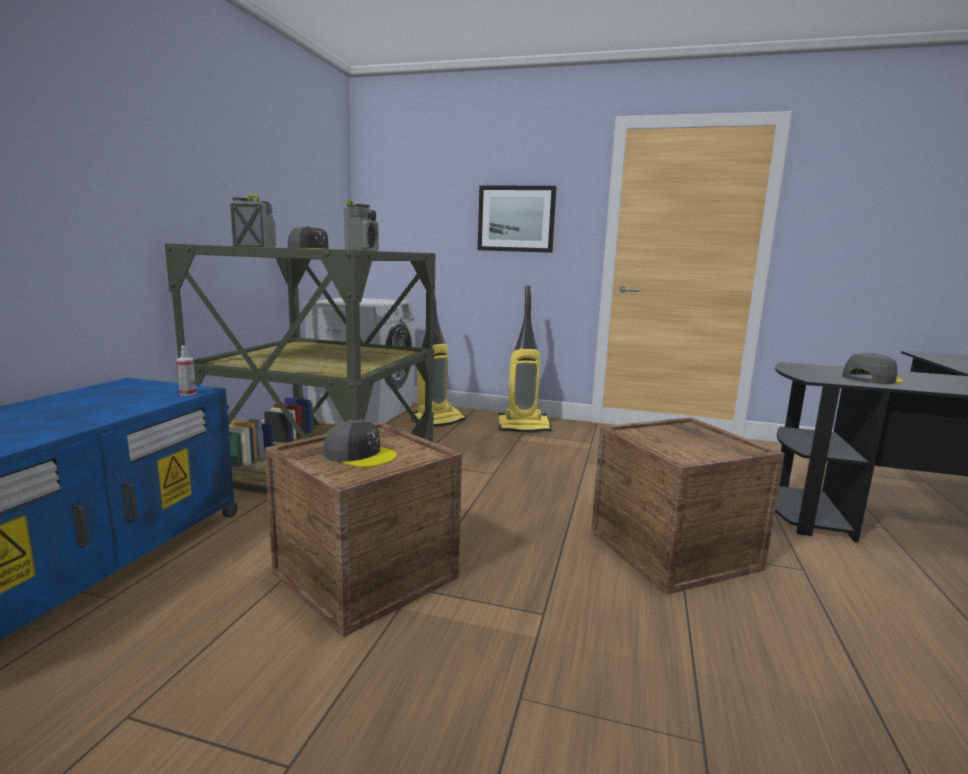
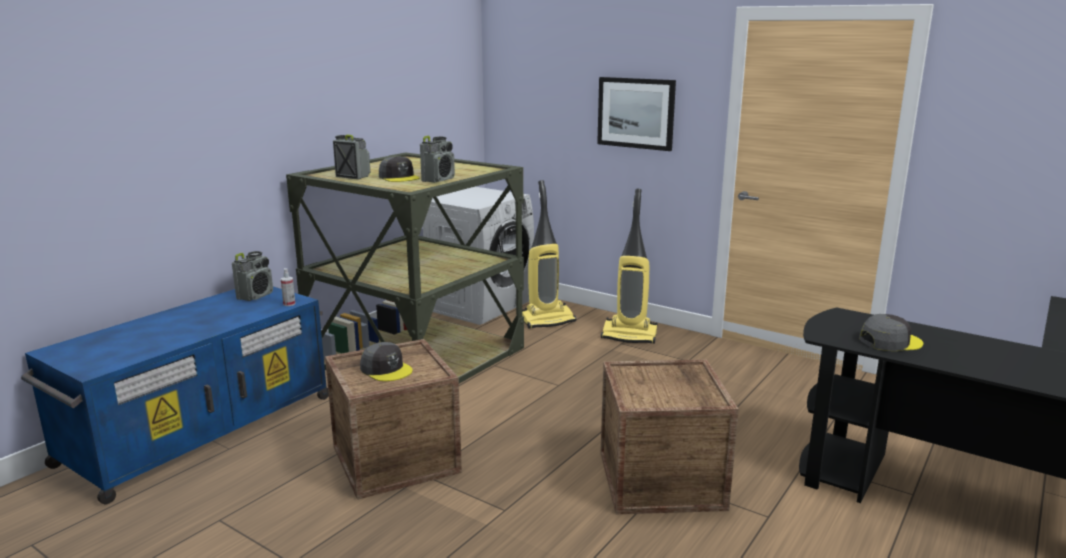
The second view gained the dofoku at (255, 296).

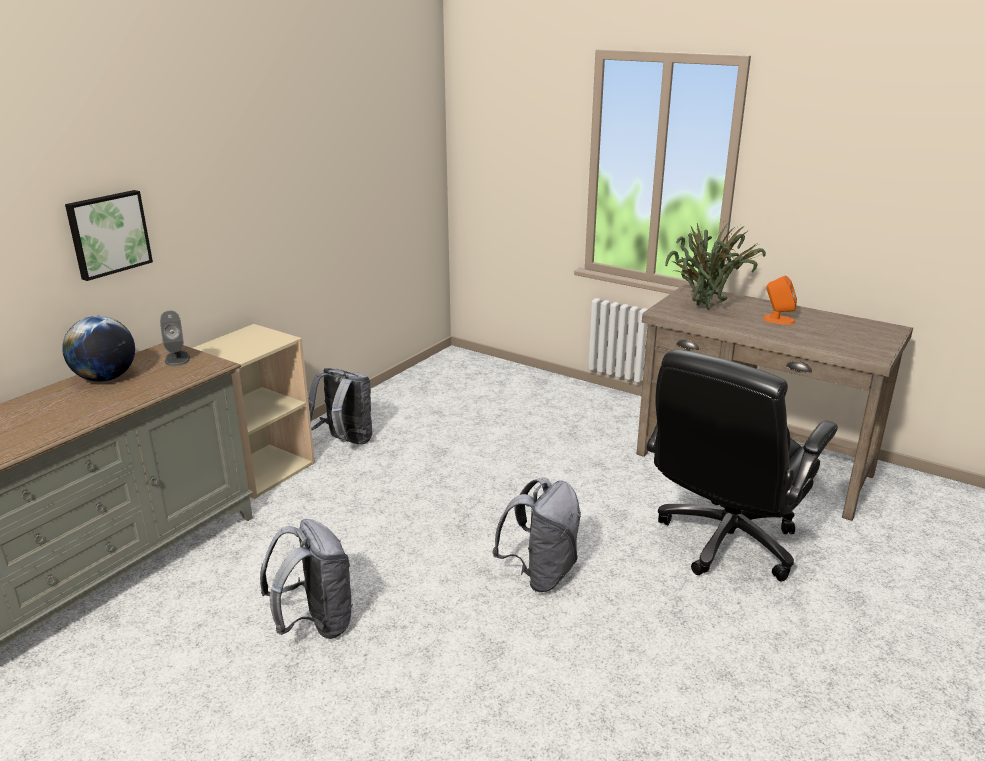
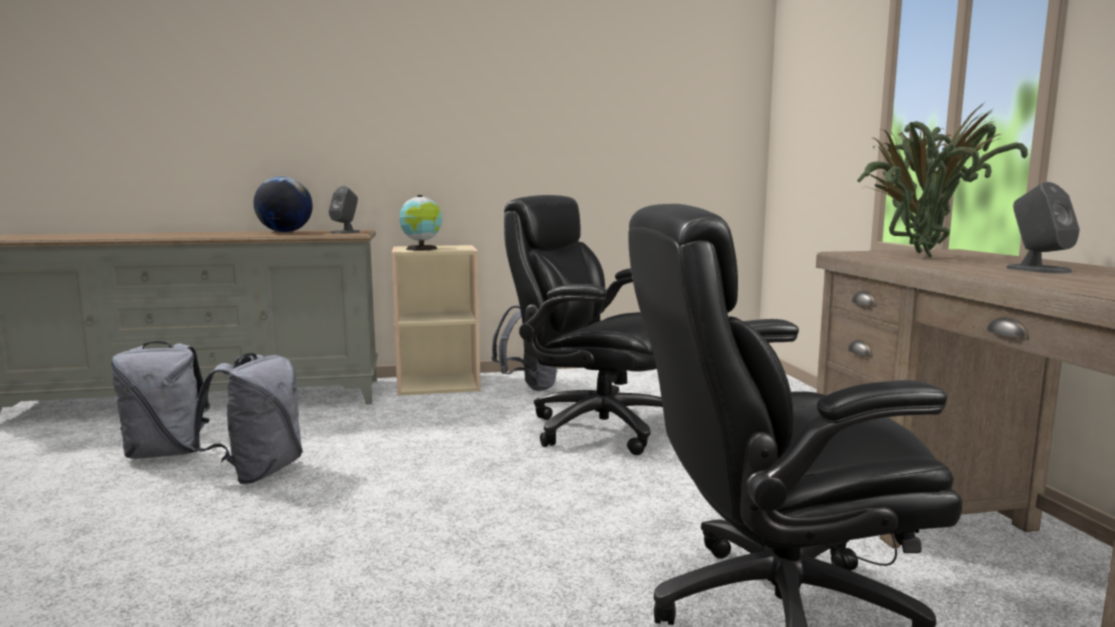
The second view lost the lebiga at (108, 234).
The second view gained the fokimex at (422, 249).
The second view gained the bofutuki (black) at (596, 427).
The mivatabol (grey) ended up elsewhere, having gone from (541, 574) to (167, 453).
What was the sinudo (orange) at (778, 320) turned into the sinudo (grey) at (1037, 269).

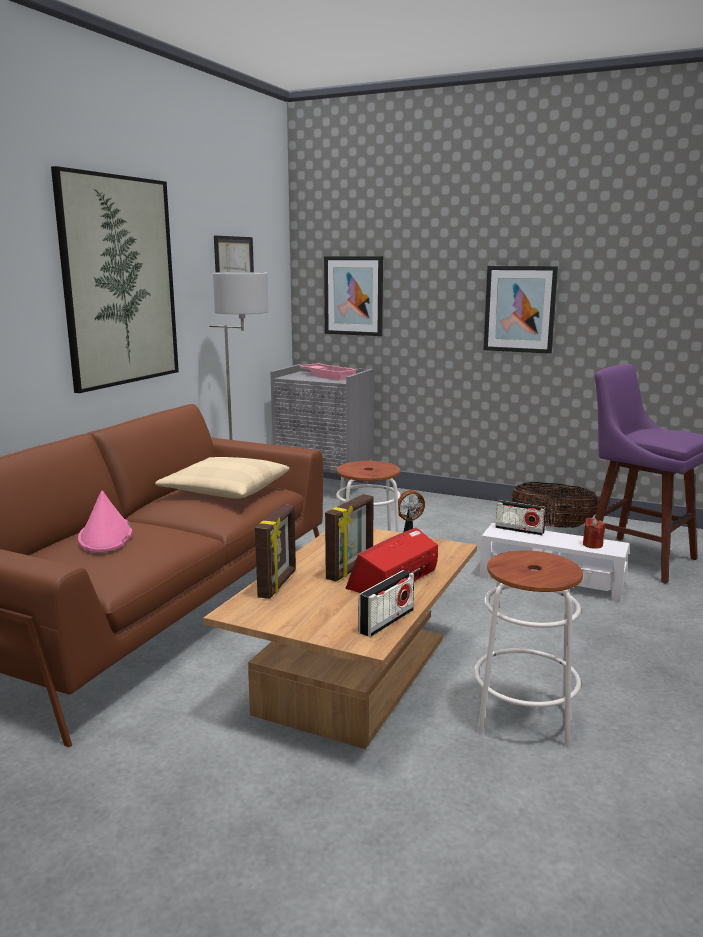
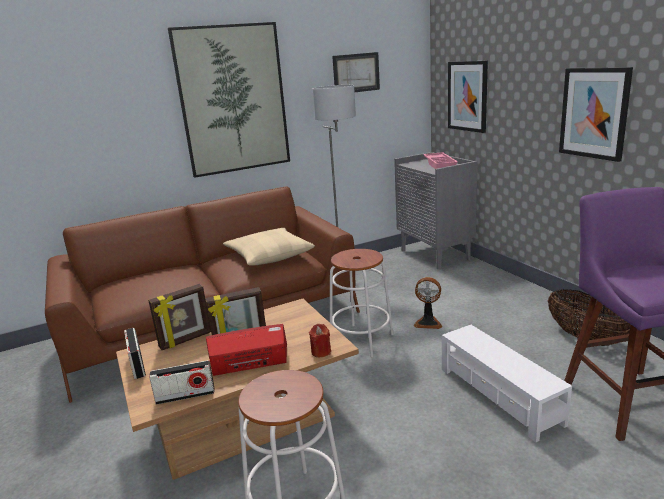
The second view lost the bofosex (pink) at (106, 537).
The dofoku ended up elsewhere, having gone from (519, 530) to (137, 365).
The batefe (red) ended up elsewhere, having gone from (592, 545) to (321, 352).

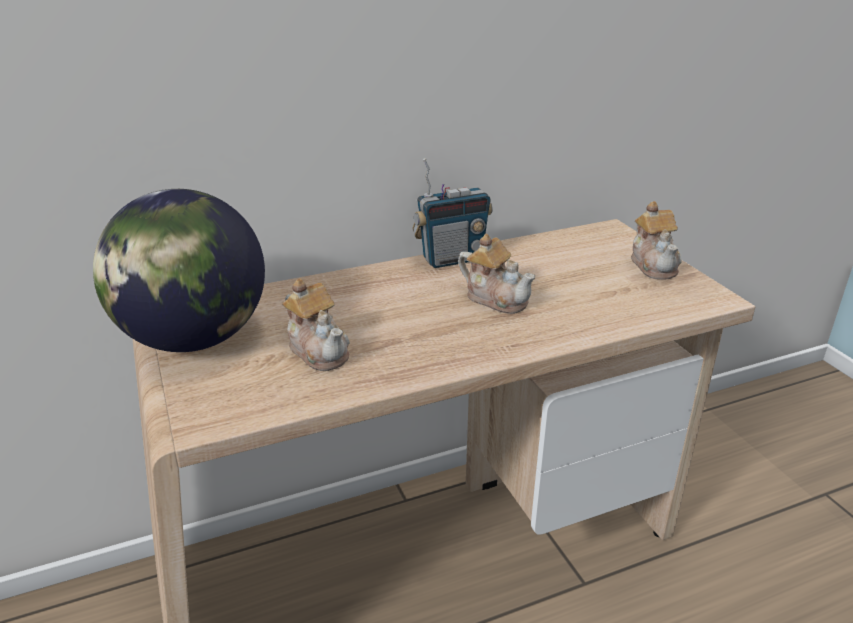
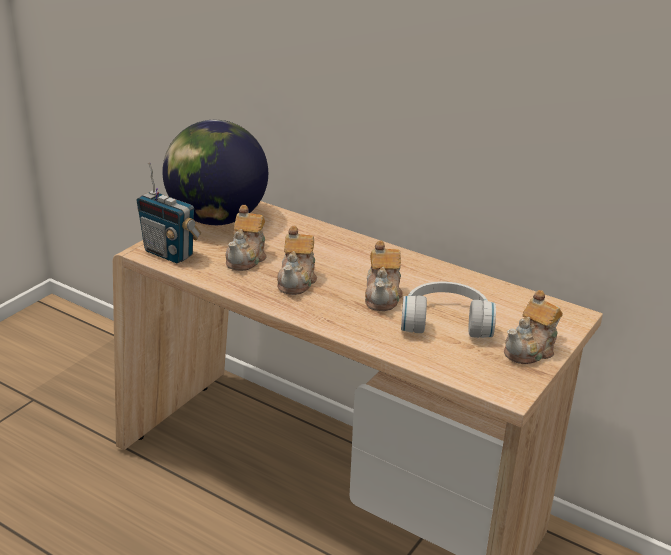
The second view gained the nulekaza at (297, 280).
The second view gained the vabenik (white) at (446, 321).
The dofoku ended up elsewhere, having gone from (452, 259) to (169, 253).

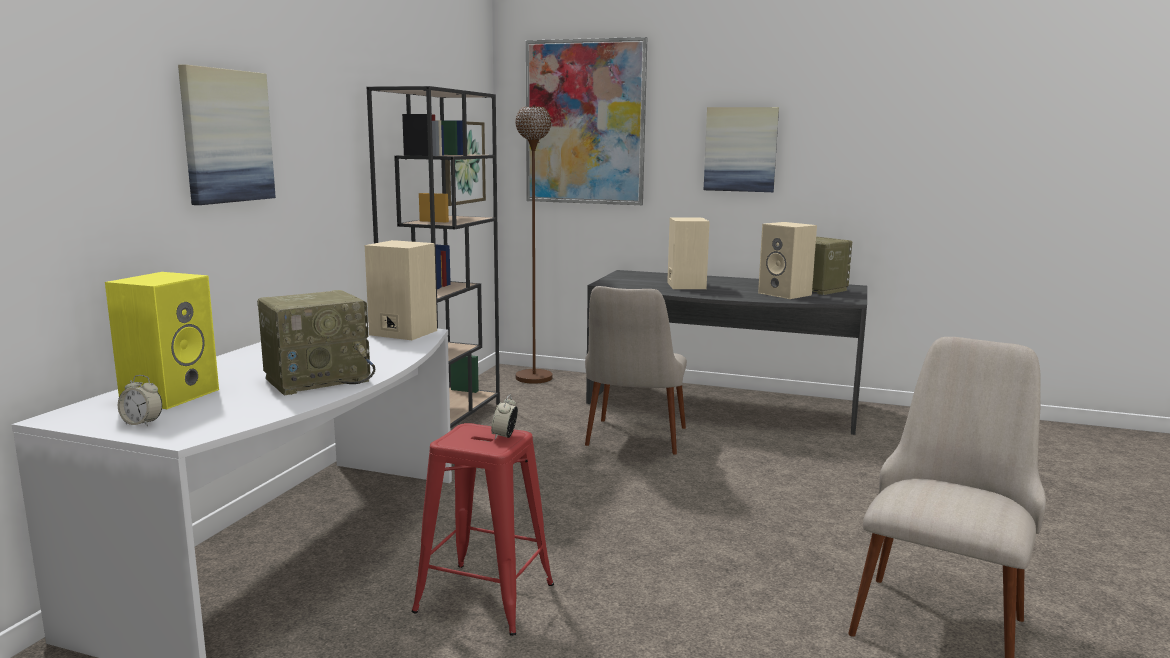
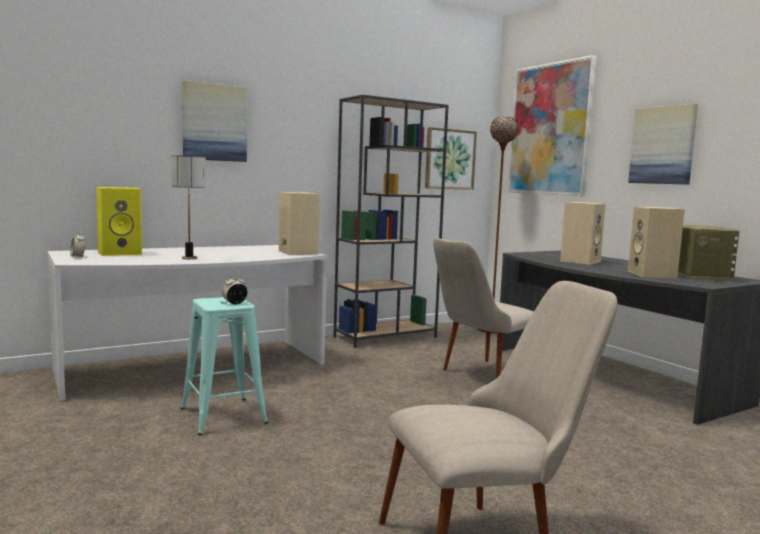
Where the dofoku stood at (318, 379), the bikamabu came to stand at (189, 258).
What was the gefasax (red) at (485, 598) turned into the gefasax (turquoise) at (223, 415).

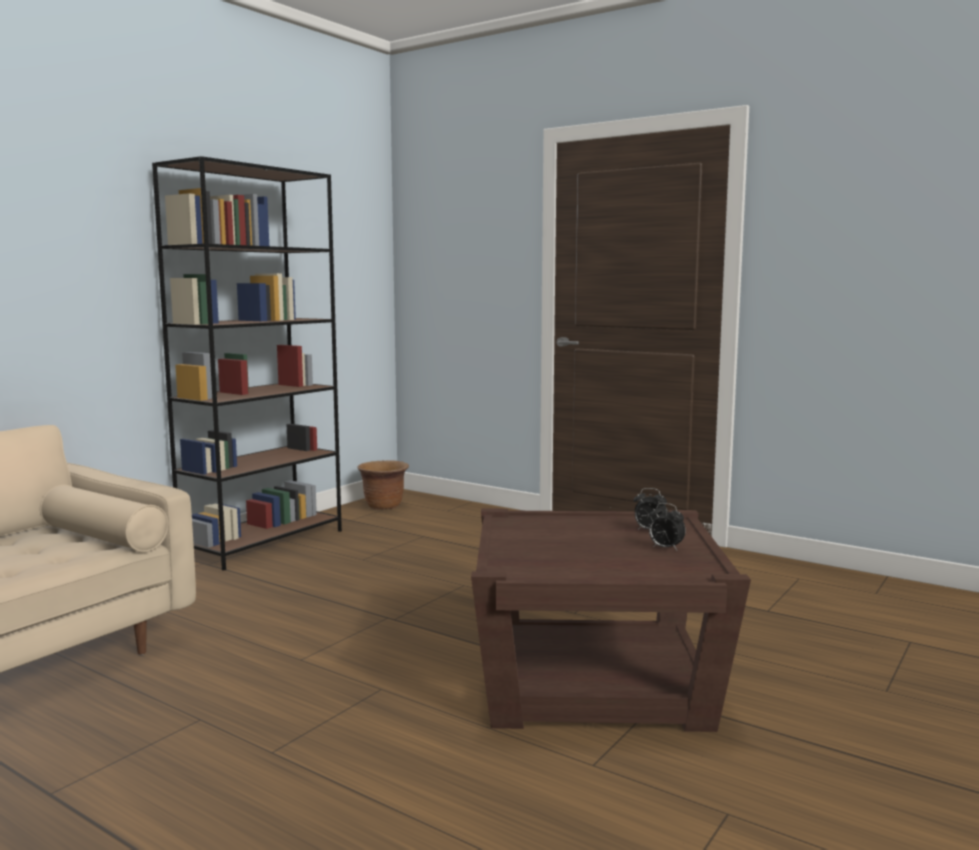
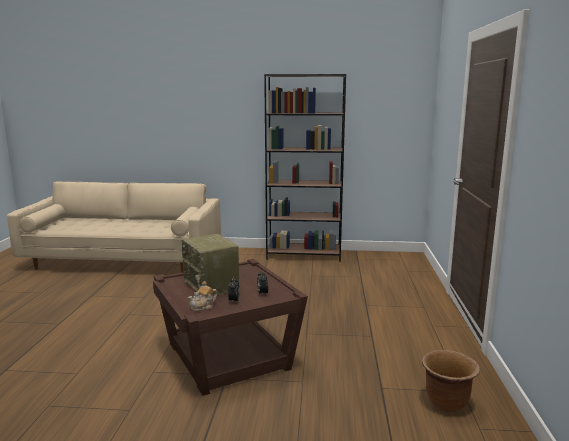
The second view gained the dofoku at (212, 286).
The second view gained the nulekaza at (203, 307).
The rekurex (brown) ended up elsewhere, having gone from (384, 506) to (447, 403).

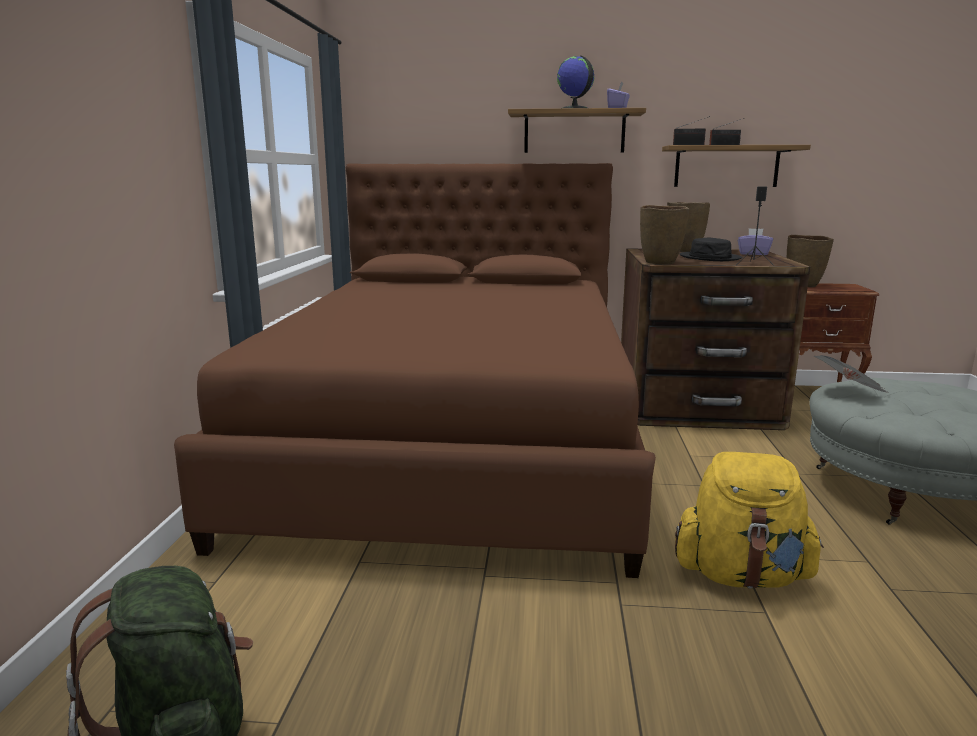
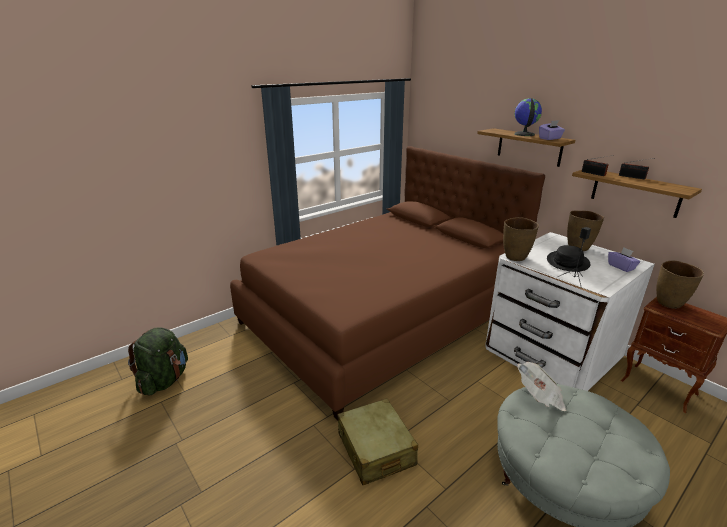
Where the mivatabol (yellow) stood at (742, 576), the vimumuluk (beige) came to stand at (375, 449).
What was the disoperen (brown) at (697, 404) turned into the disoperen (white) at (552, 352).

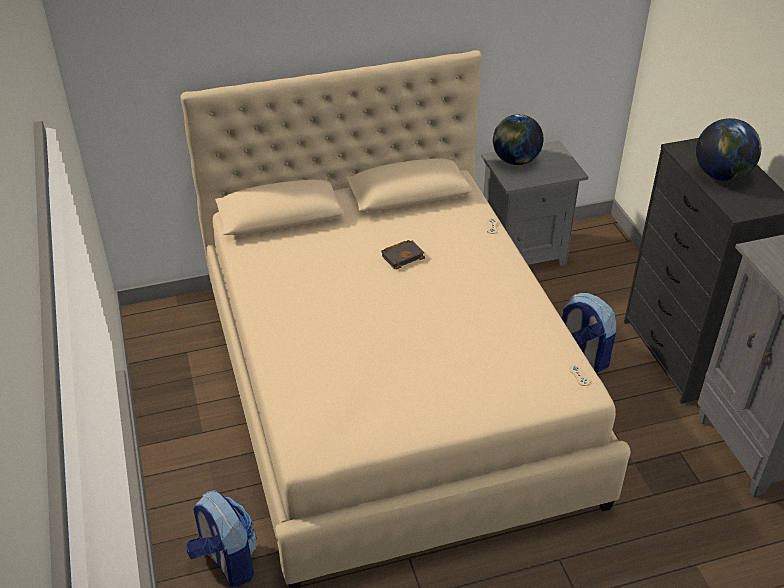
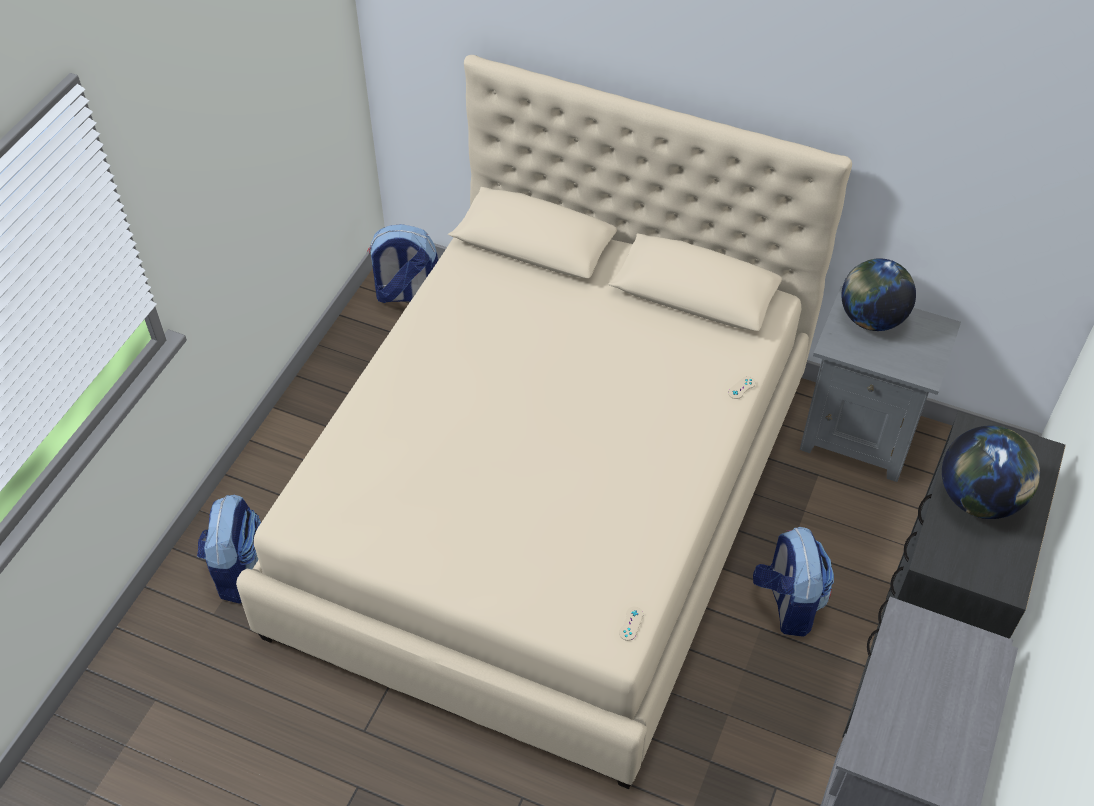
The second view lost the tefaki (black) at (403, 256).
The second view gained the mivatabol at (406, 295).

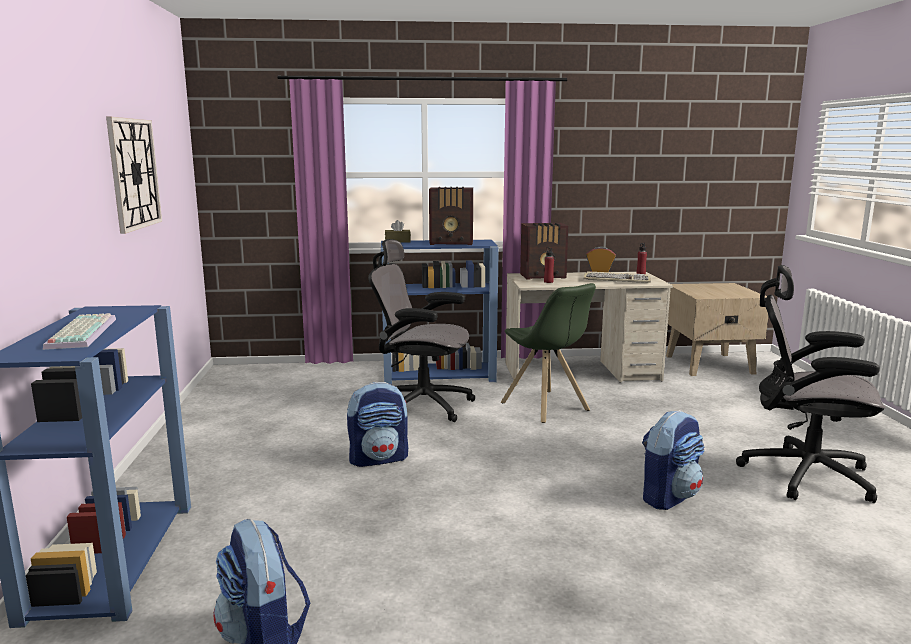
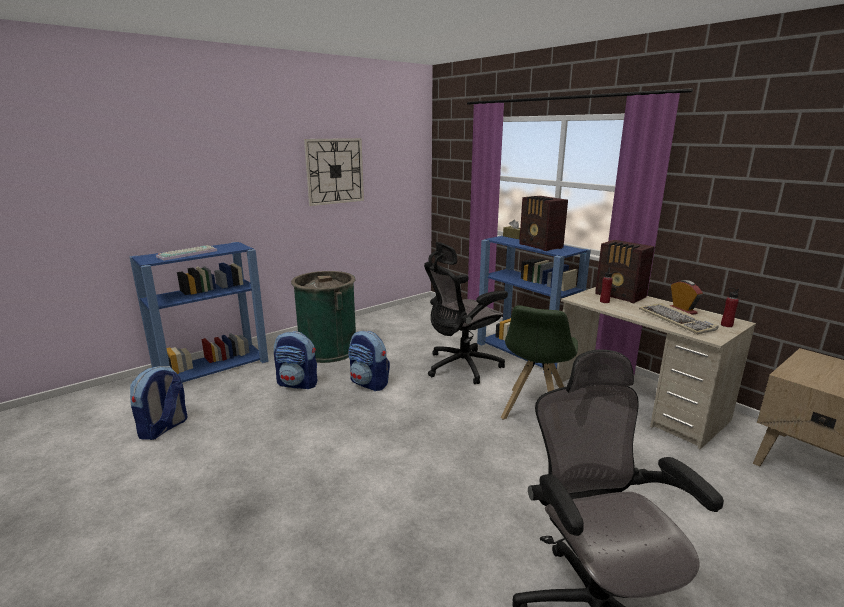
The second view gained the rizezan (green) at (328, 350).
The mivatabol ended up elsewhere, having gone from (668, 496) to (298, 383).
The bofutuki at (422, 406) ended up facing another way, 105 degrees counterclockwise from before.

